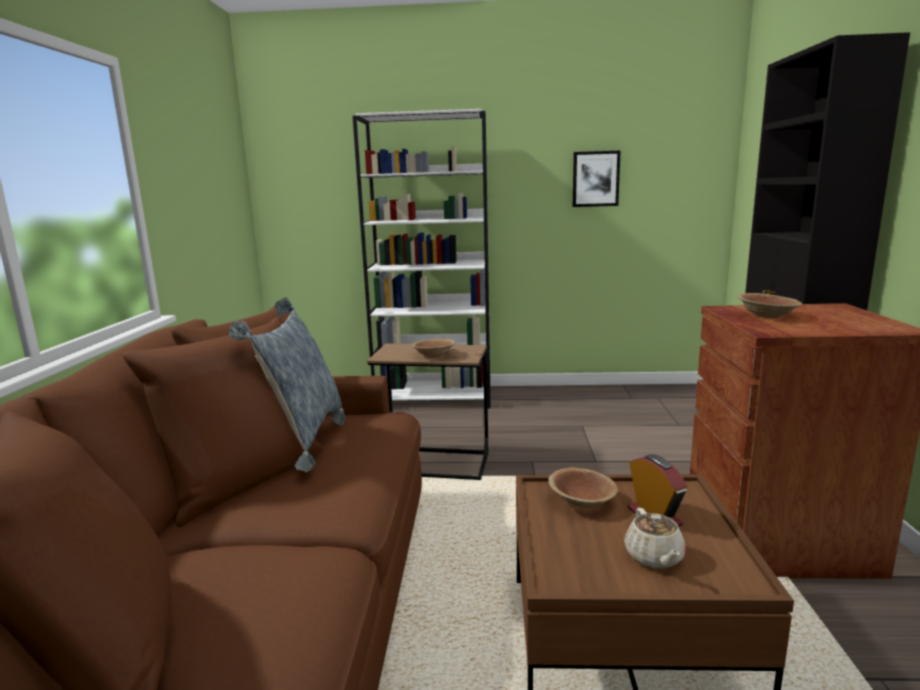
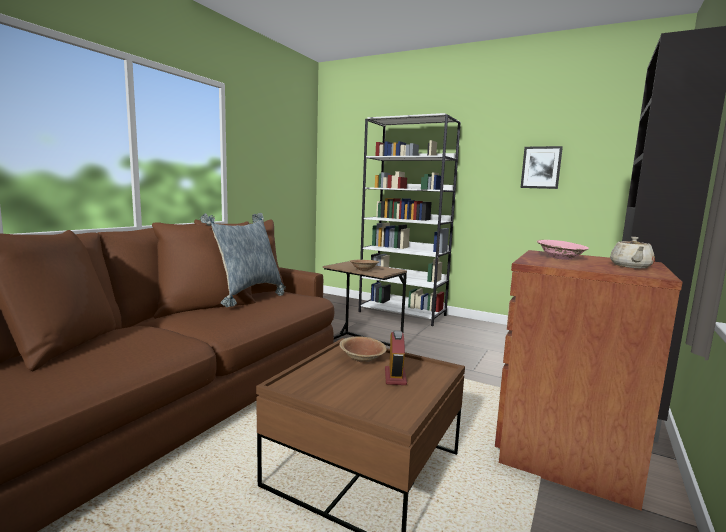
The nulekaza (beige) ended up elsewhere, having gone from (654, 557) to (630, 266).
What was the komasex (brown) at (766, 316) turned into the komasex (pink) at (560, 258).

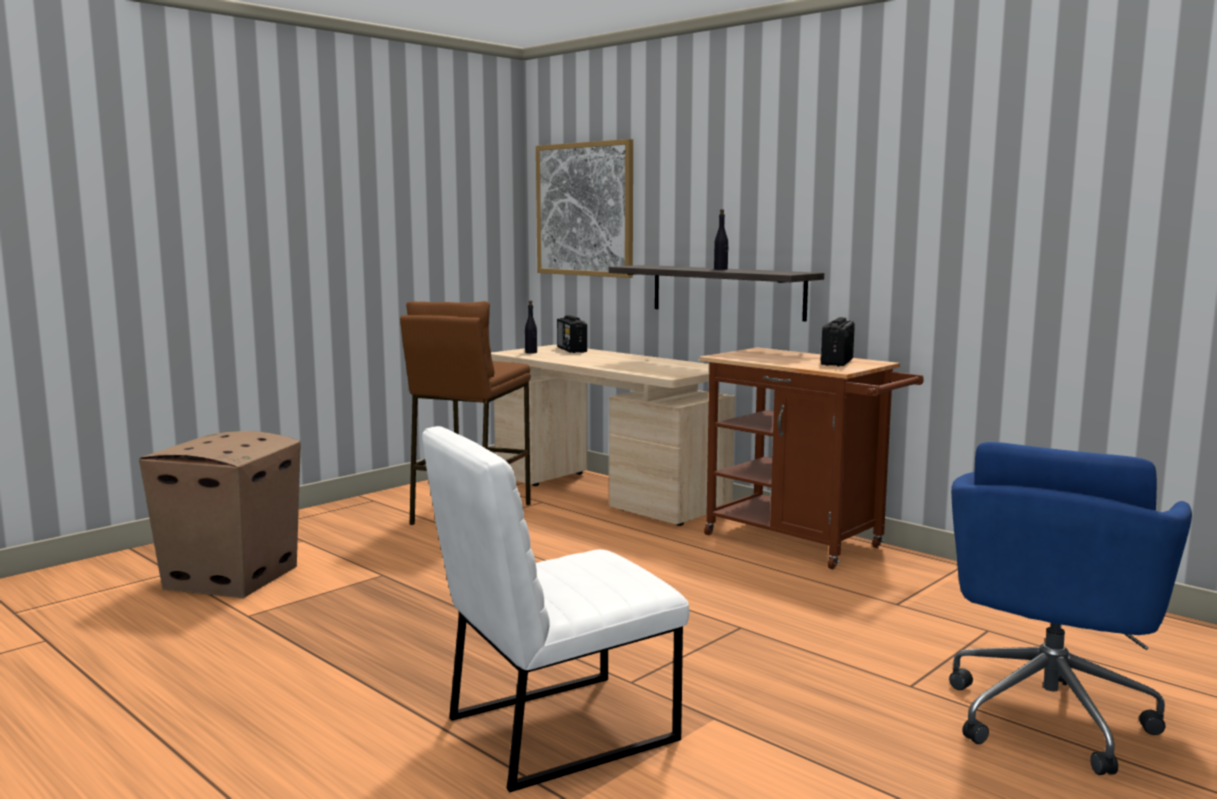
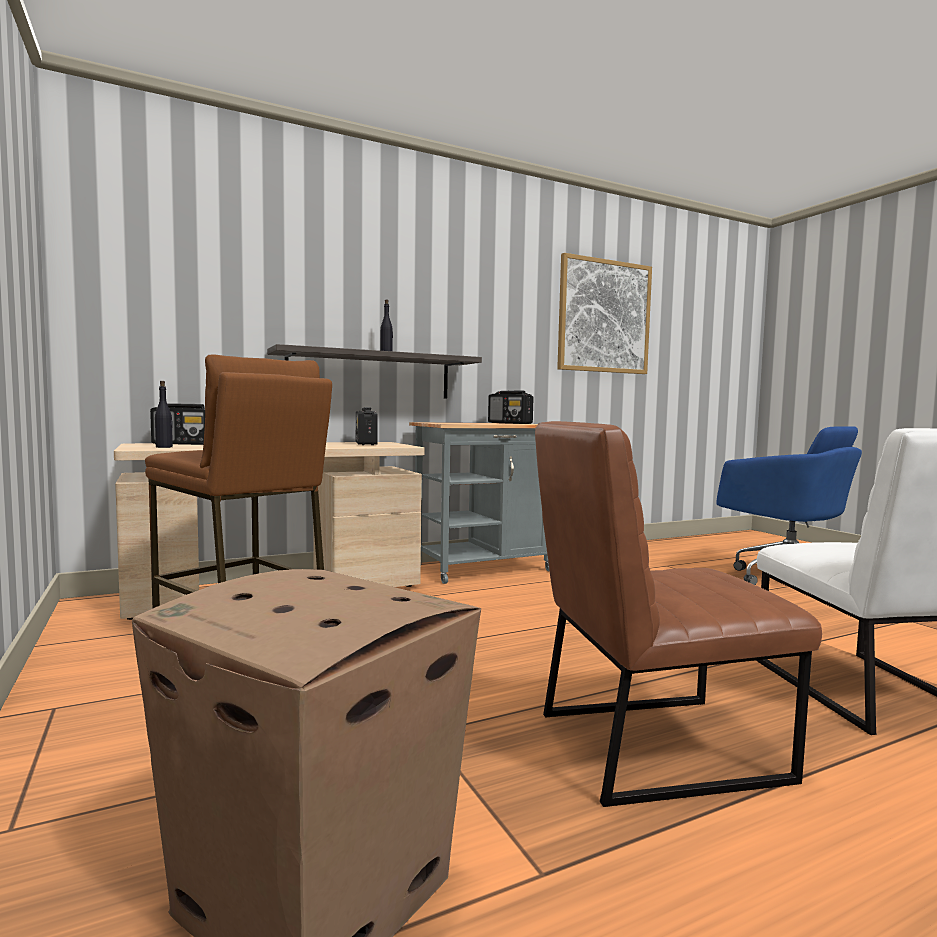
The second view gained the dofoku at (366, 443).
The second view gained the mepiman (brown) at (652, 745).
The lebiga ended up elsewhere, having gone from (584, 209) to (604, 316).
What was the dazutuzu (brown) at (802, 543) turned into the dazutuzu (grey) at (490, 567).

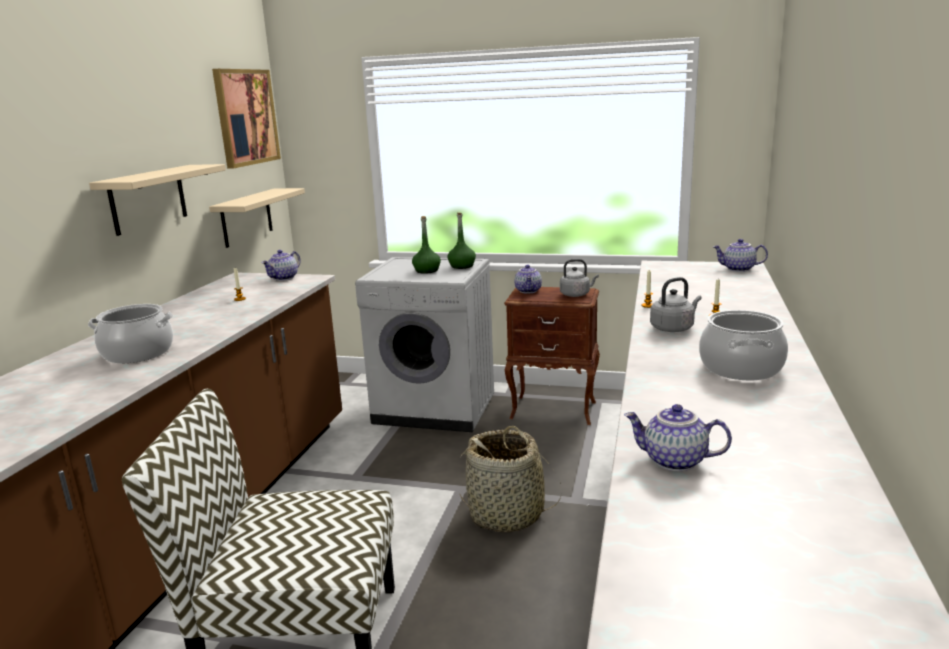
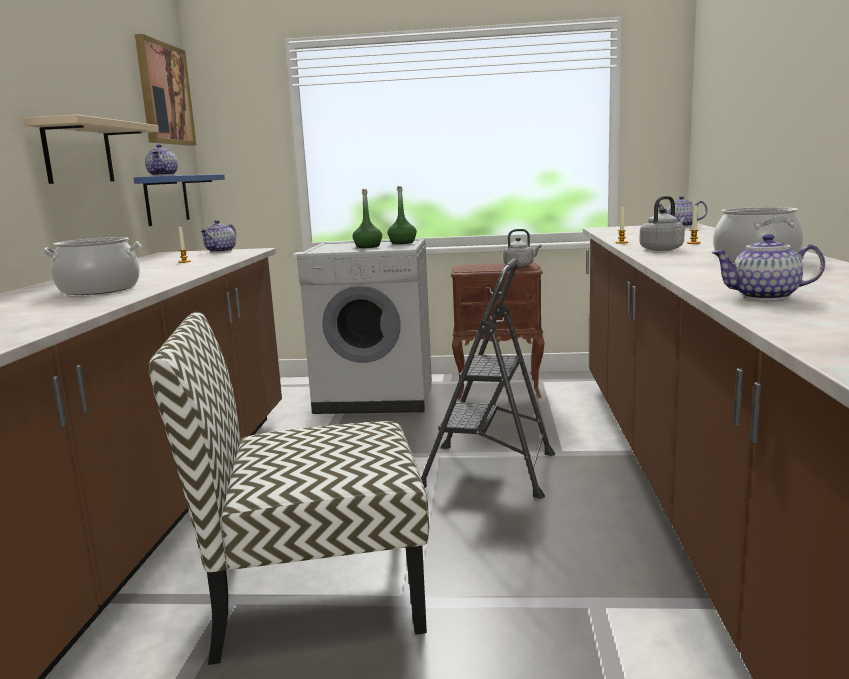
The nulekaza ended up elsewhere, having gone from (529, 291) to (163, 175).
Where the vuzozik stood at (507, 514), the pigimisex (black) came to stand at (492, 470).
What was the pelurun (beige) at (246, 217) turned into the pelurun (blue) at (166, 199).

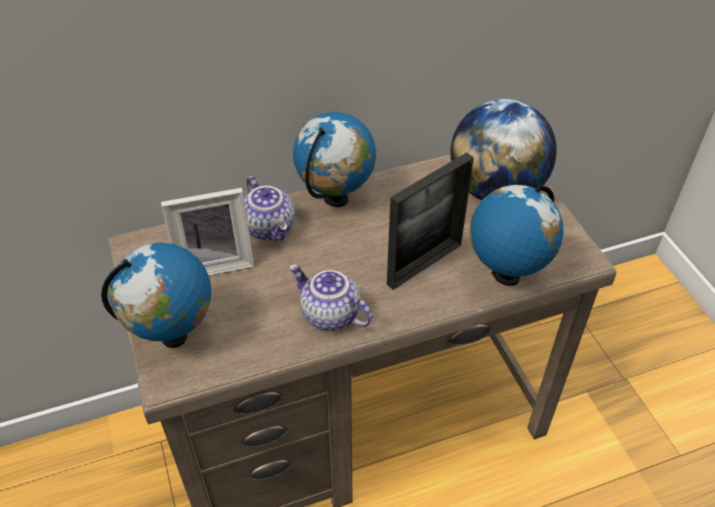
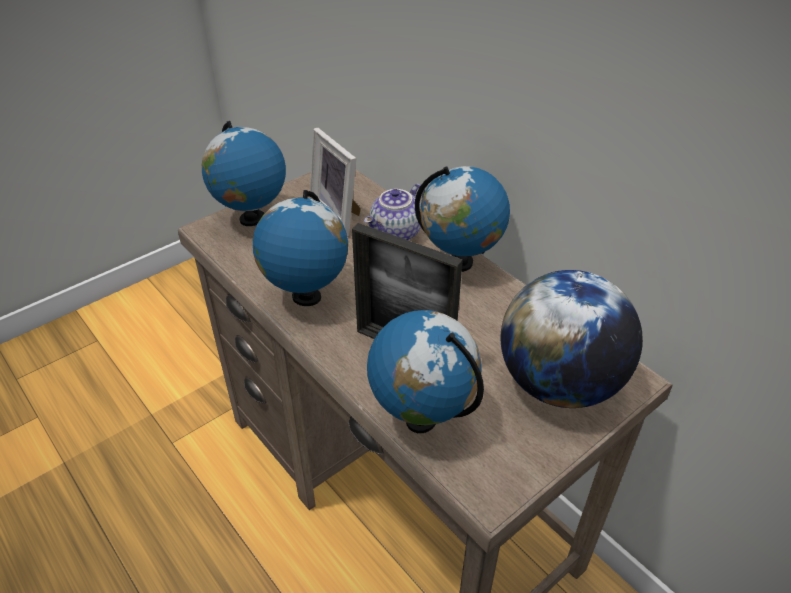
Where the nulekaza stood at (329, 315), the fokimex came to stand at (306, 297).

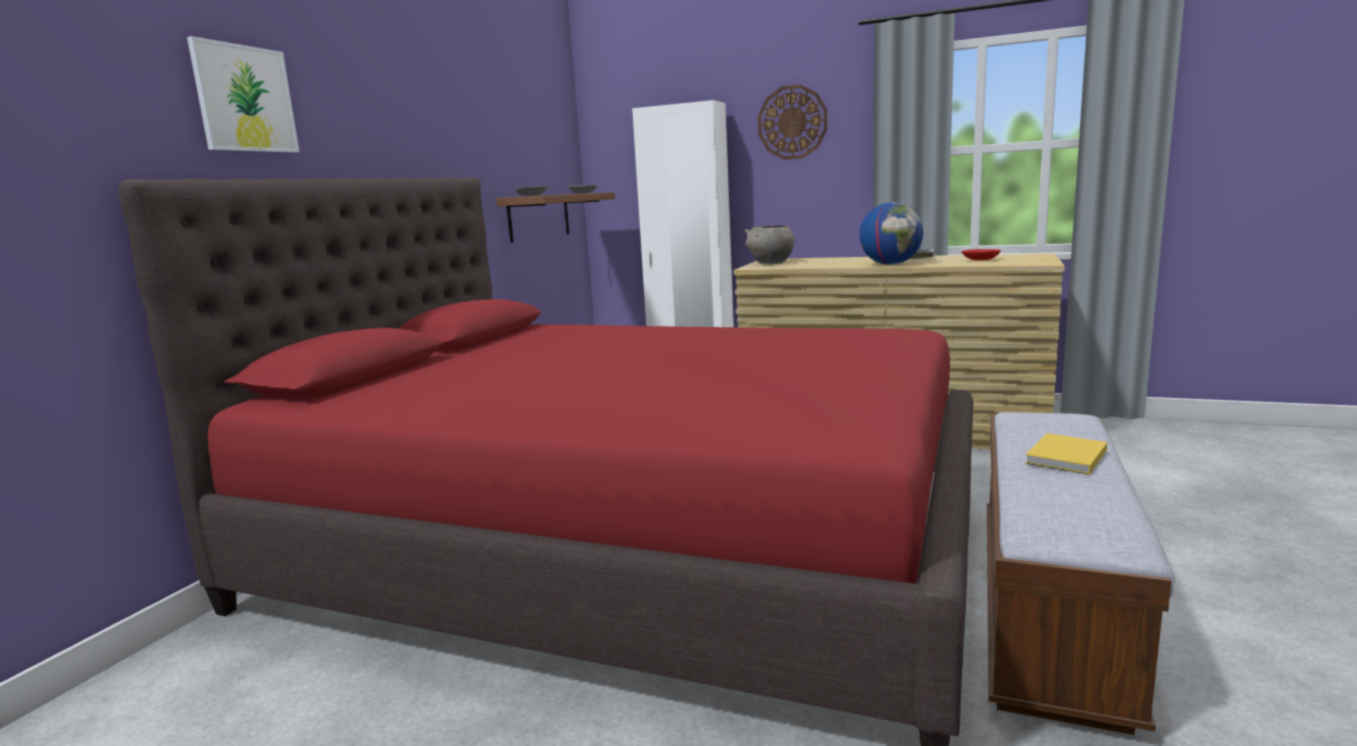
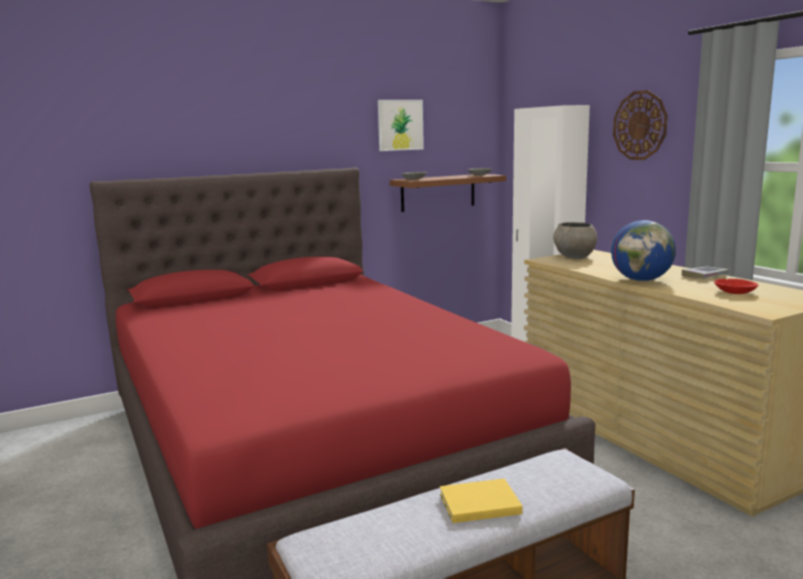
The lebiga ended up elsewhere, having gone from (245, 99) to (400, 125).

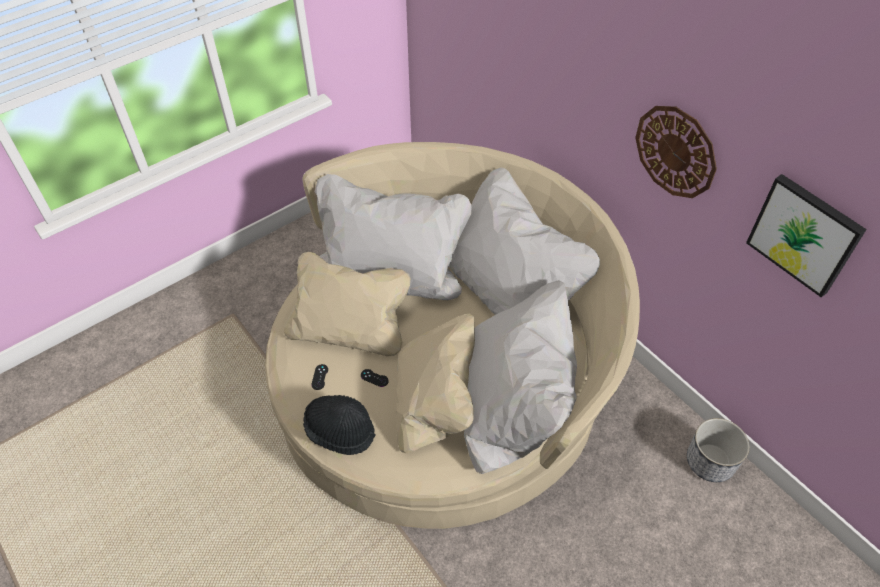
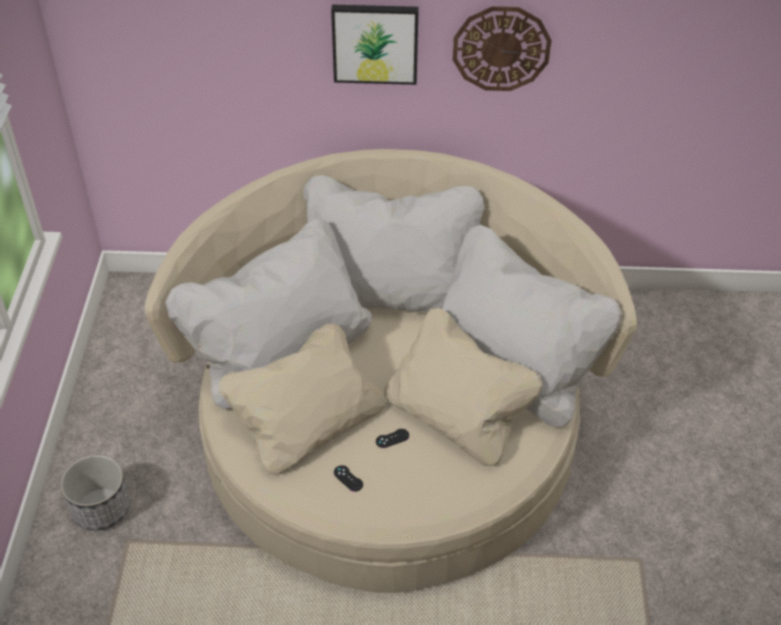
The second view lost the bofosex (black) at (340, 431).
The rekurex ended up elsewhere, having gone from (710, 461) to (101, 508).
The lebiga ended up elsewhere, having gone from (805, 234) to (375, 43).

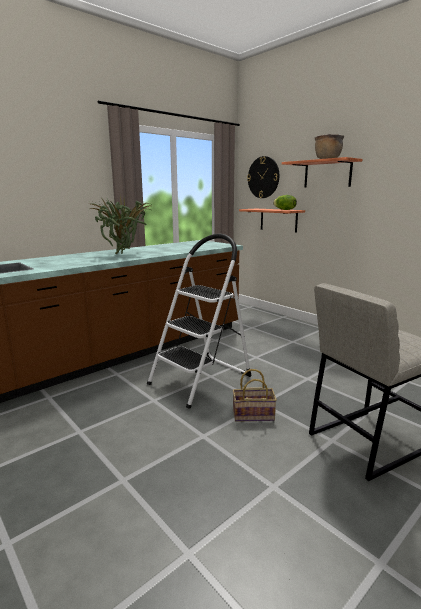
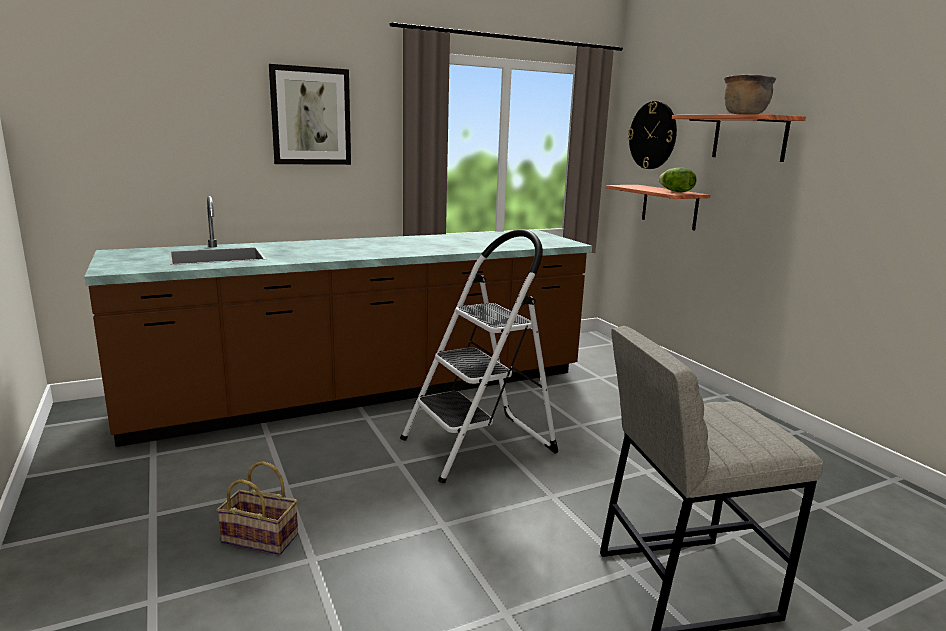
The second view lost the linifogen at (125, 254).
The second view gained the lebiga at (311, 116).
The vuzozik ended up elsewhere, having gone from (254, 414) to (262, 538).

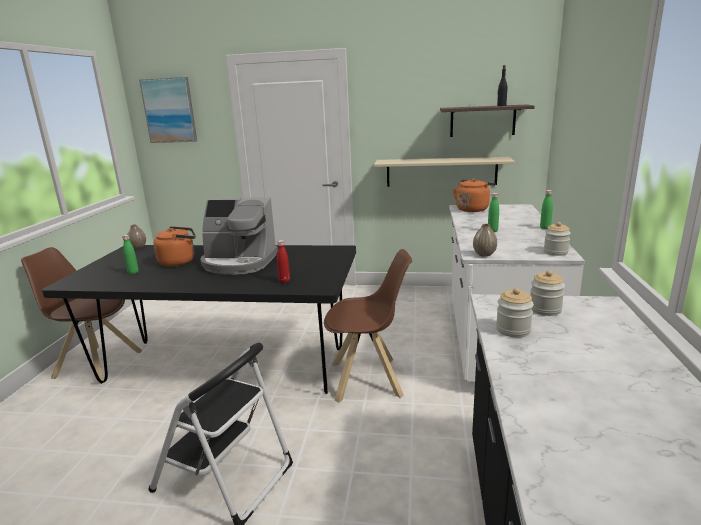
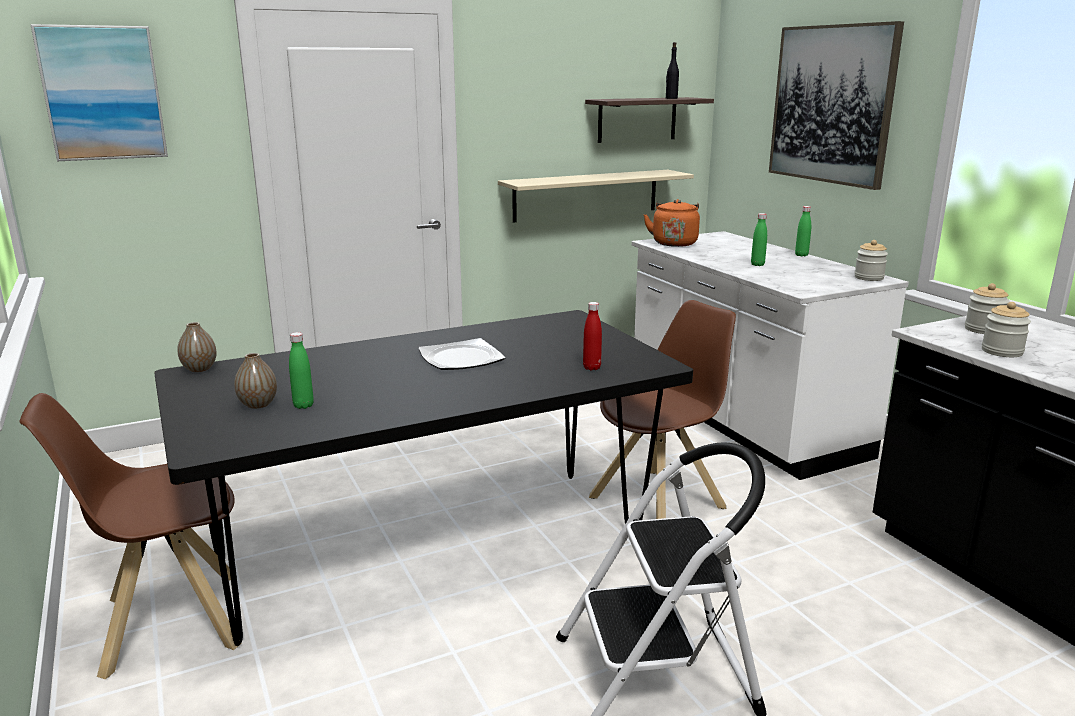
The second view lost the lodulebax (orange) at (179, 261).
The second view gained the lebiga at (832, 104).
The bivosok ended up elsewhere, having gone from (484, 254) to (258, 404).
Where the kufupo stood at (239, 262), the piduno came to stand at (461, 358).

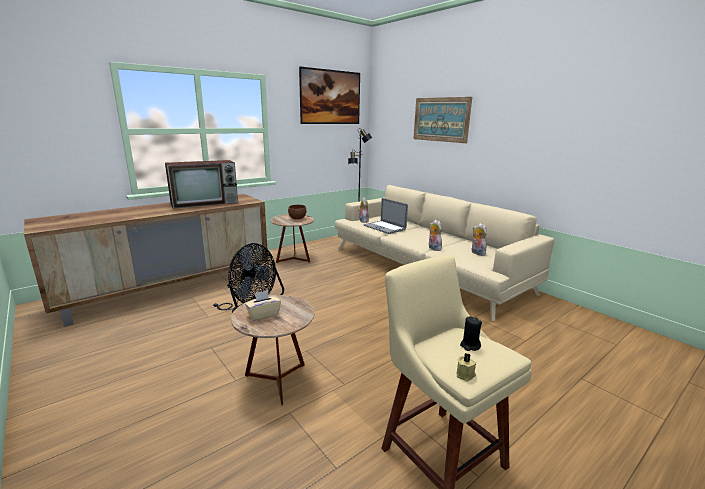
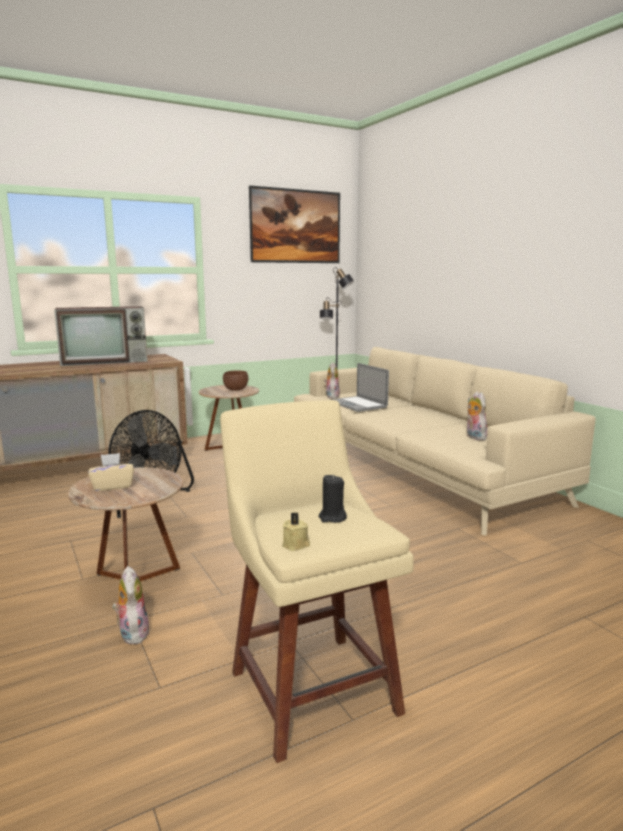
The second view lost the lebiga at (441, 119).
The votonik ended up elsewhere, having gone from (433, 248) to (132, 633).

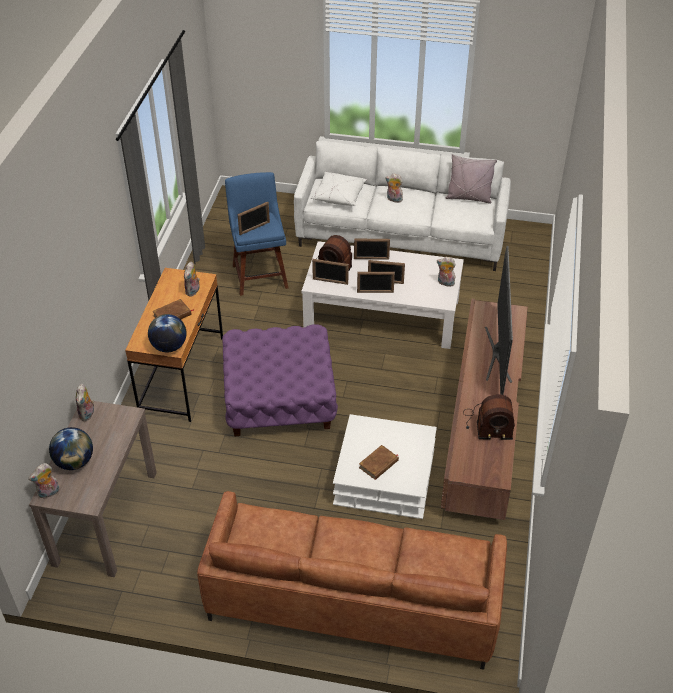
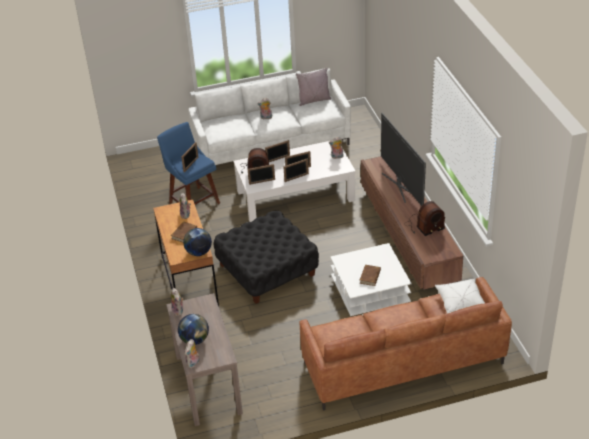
The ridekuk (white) ended up elsewhere, having gone from (339, 195) to (460, 302).
What was the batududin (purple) at (279, 397) turned into the batududin (black) at (267, 270).

